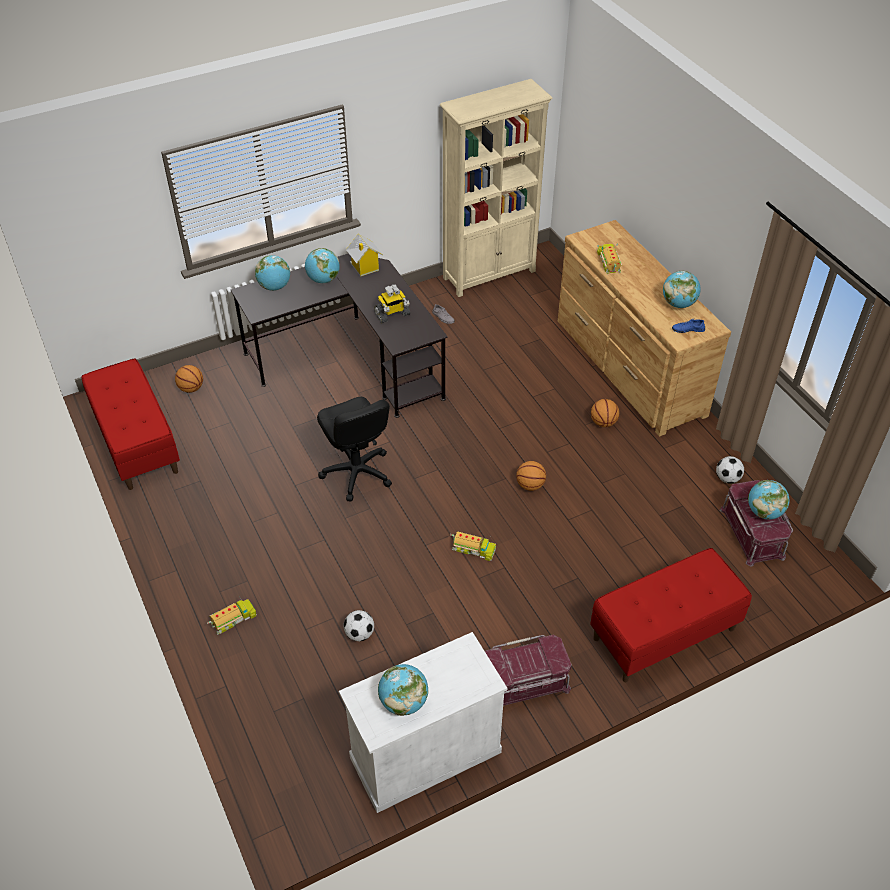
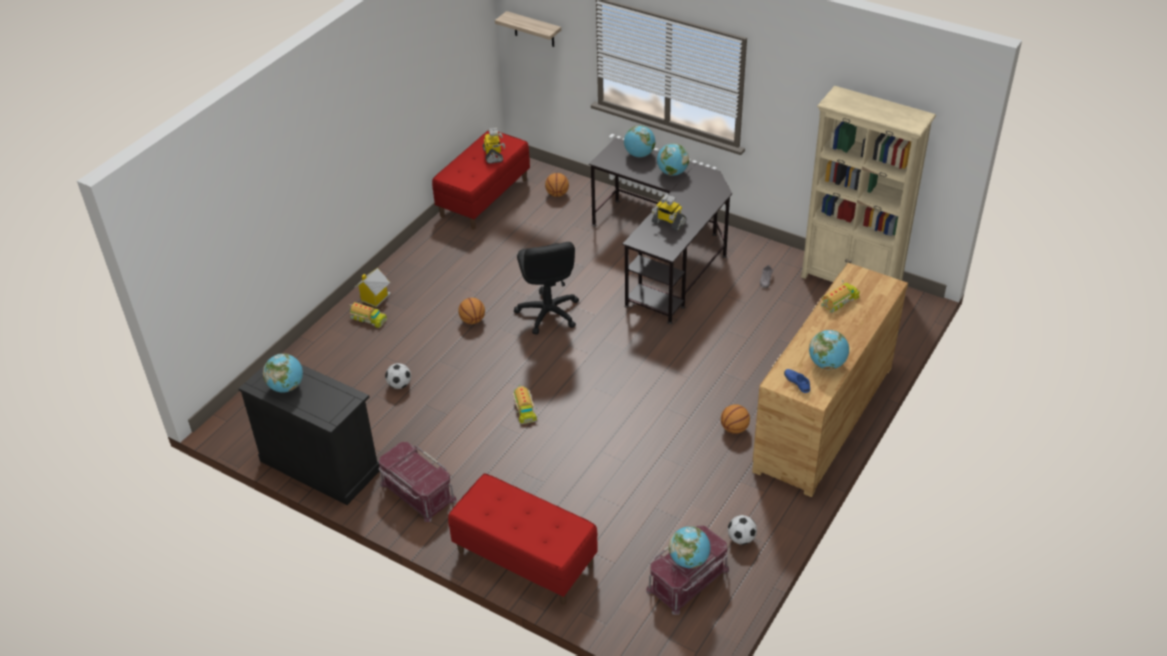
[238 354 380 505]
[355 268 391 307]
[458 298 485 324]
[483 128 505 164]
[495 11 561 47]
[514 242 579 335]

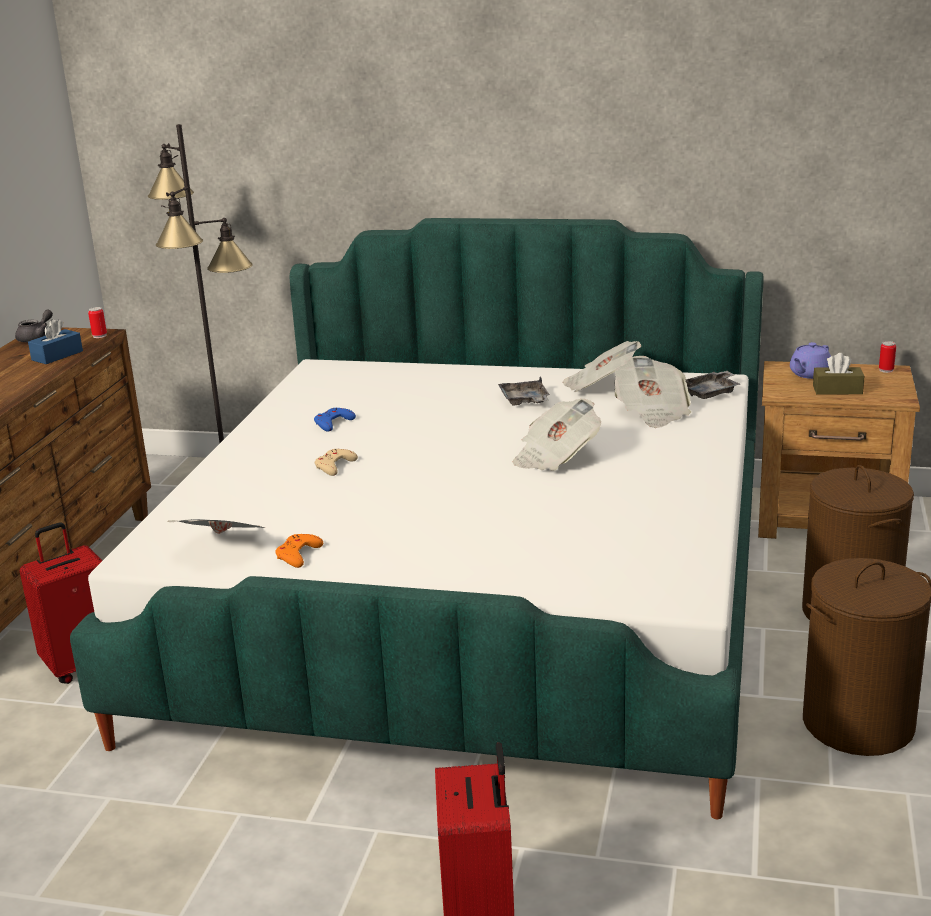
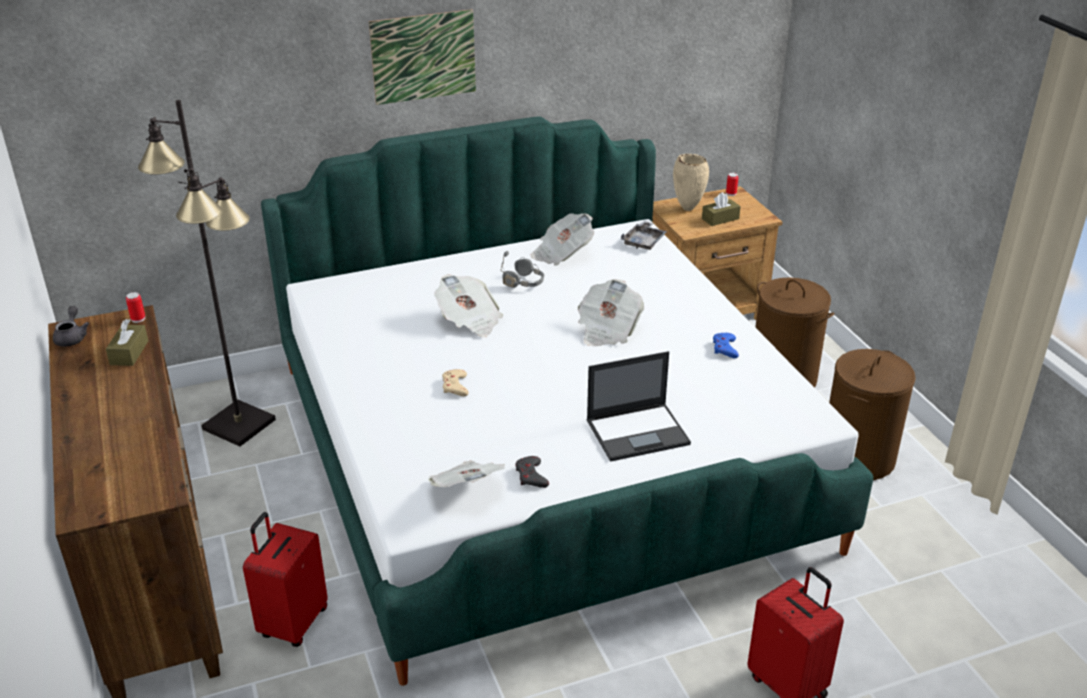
[106 319 148 366]
[369 9 476 105]
[434 274 503 337]
[501 251 544 288]
[515 456 549 488]
[586 351 691 462]
[673 154 709 211]
[713 333 739 358]

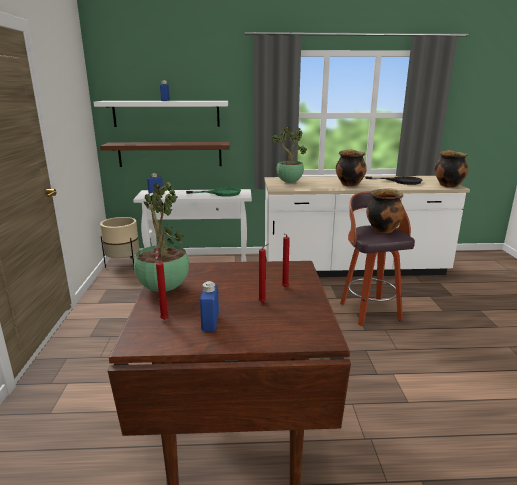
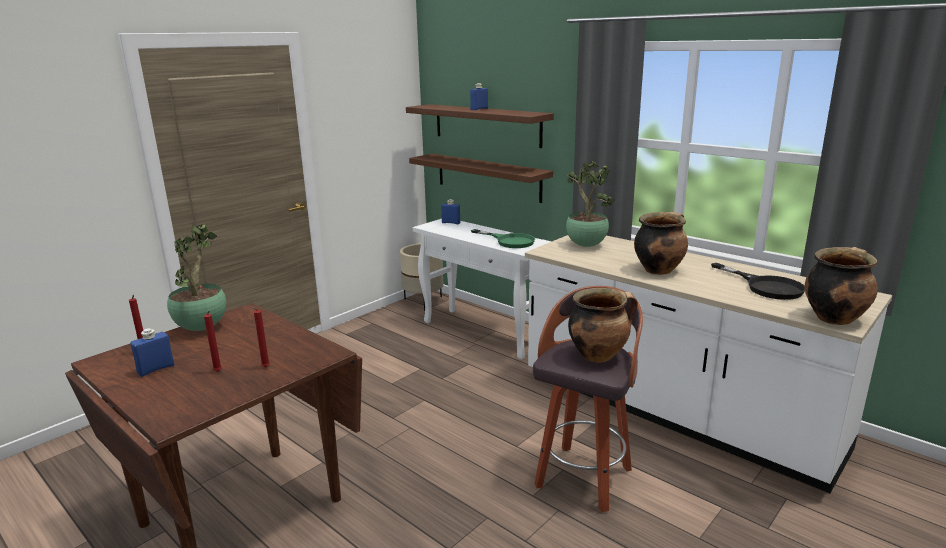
[406 104 554 148]

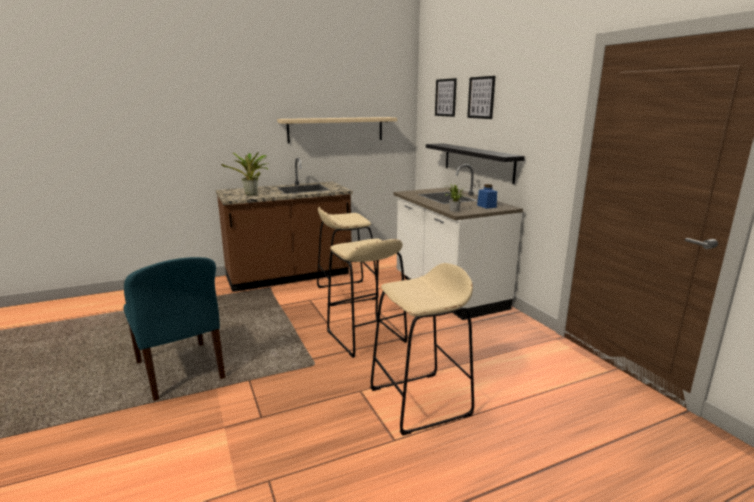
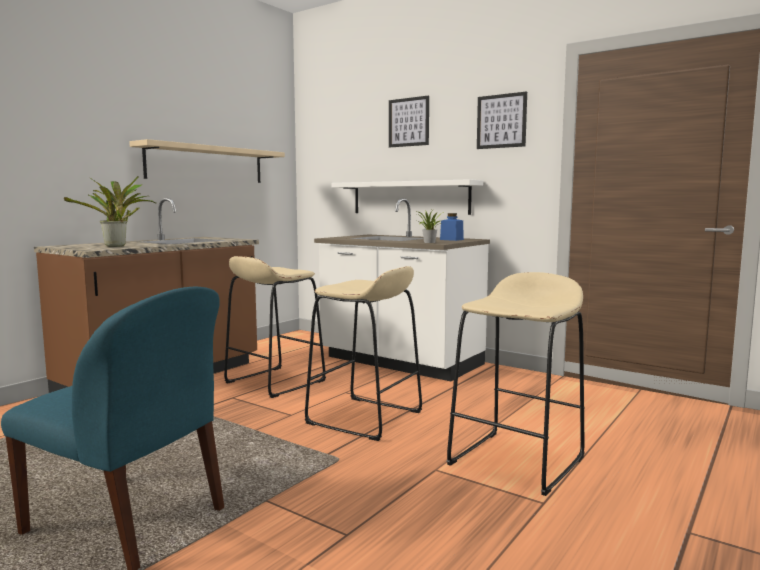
[331 179 483 215]
[477 91 527 149]

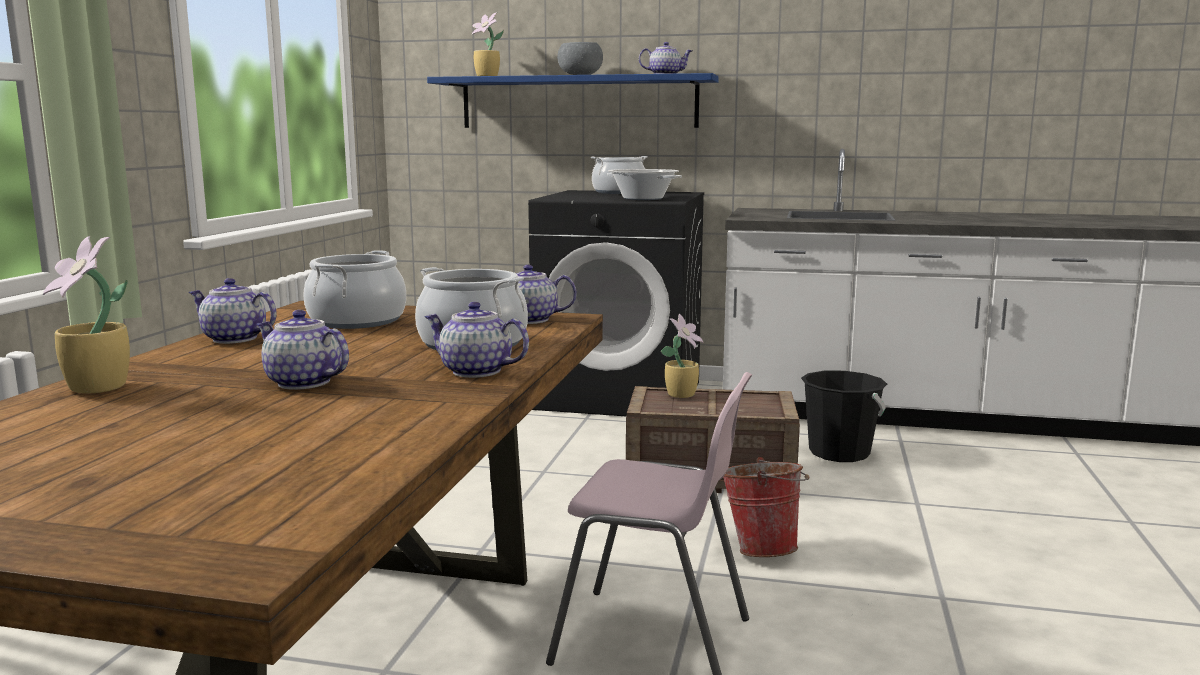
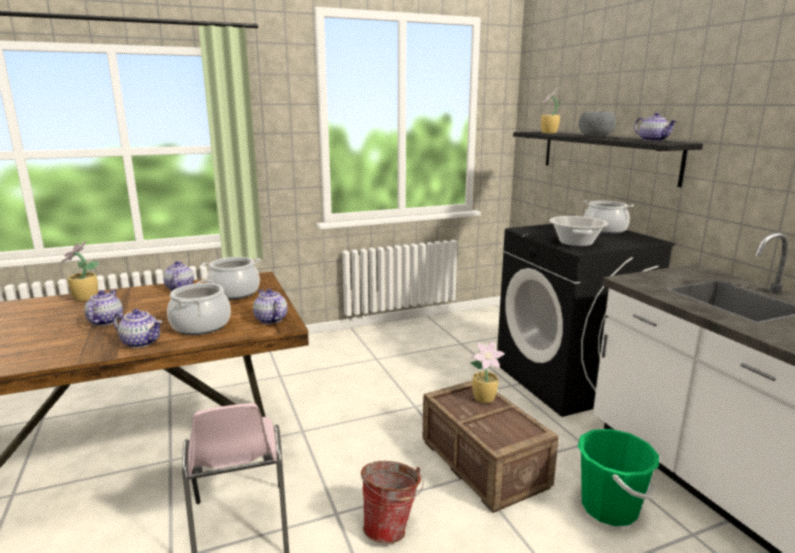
[113 309 162 348]
[513 131 703 187]
[578 429 659 526]

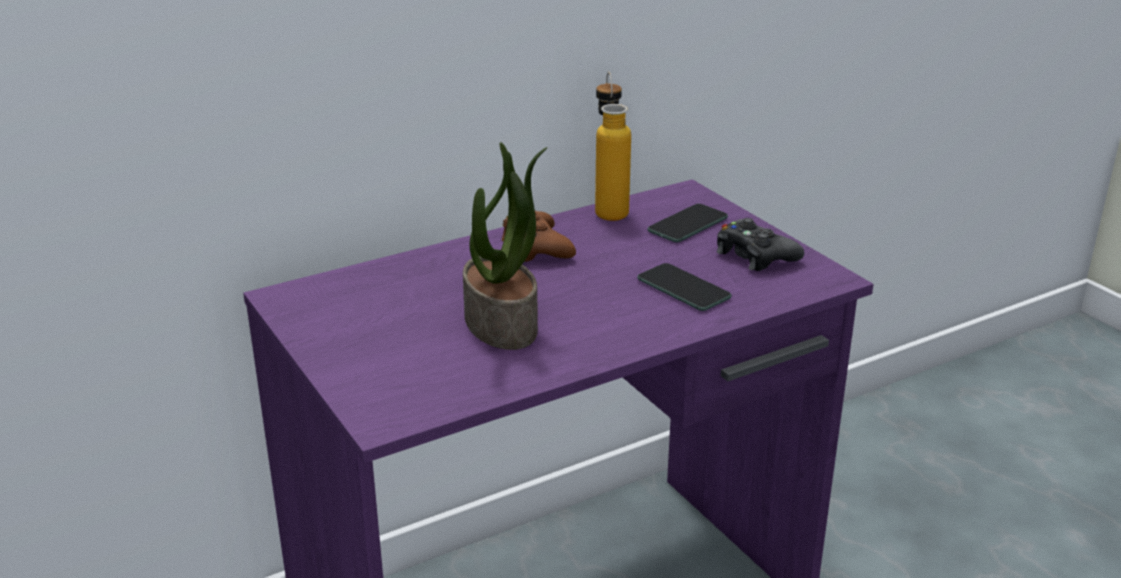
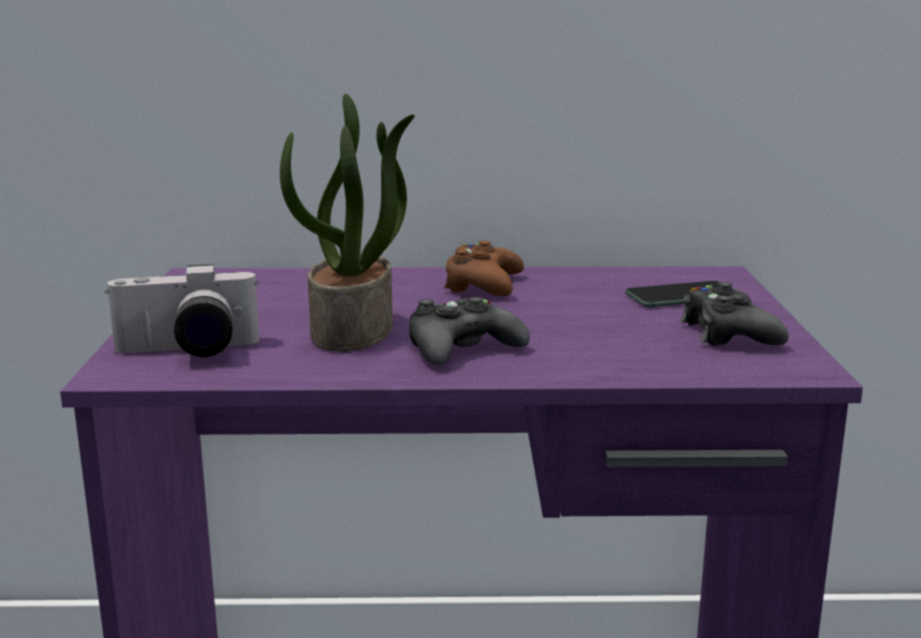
[105 264 260 357]
[409 297 530 365]
[595 72 631 221] (first image)
[637 263 732 311] (first image)

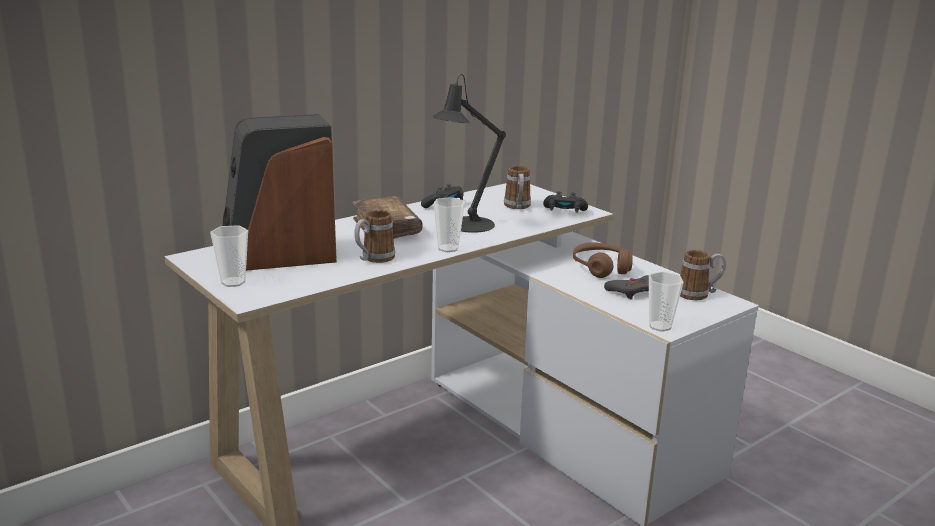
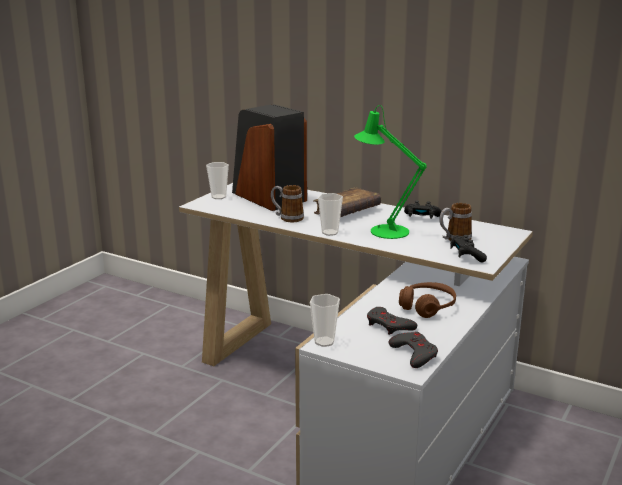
[354 105 427 239]
[388 332 438 368]

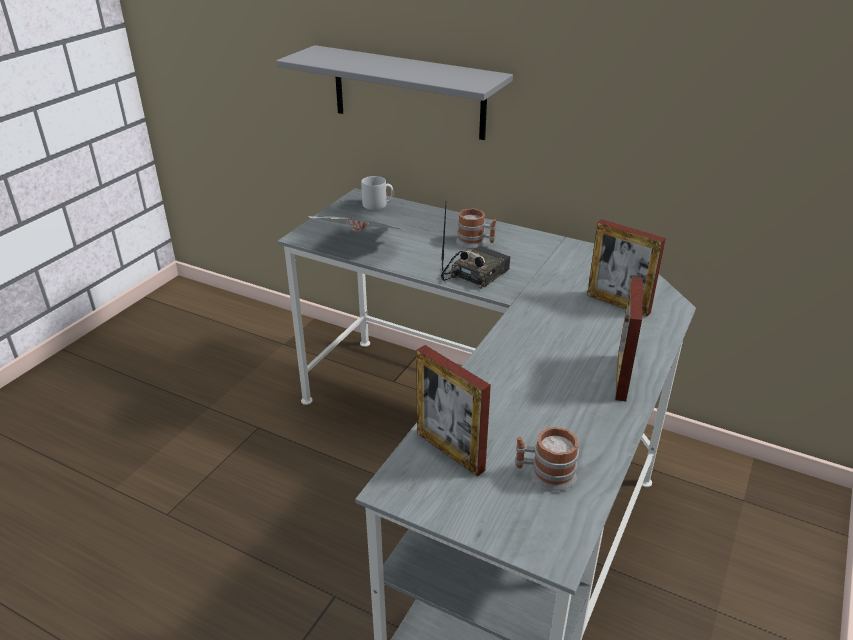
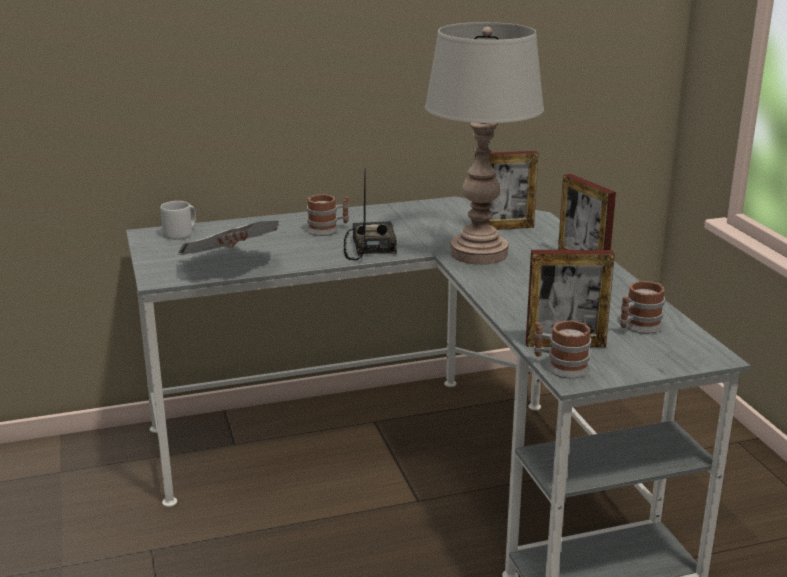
[425 22 544 265]
[534 321 591 379]
[276 45 513 140] (first image)

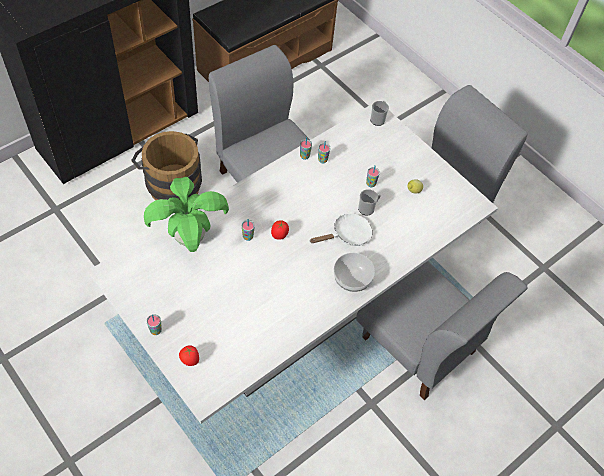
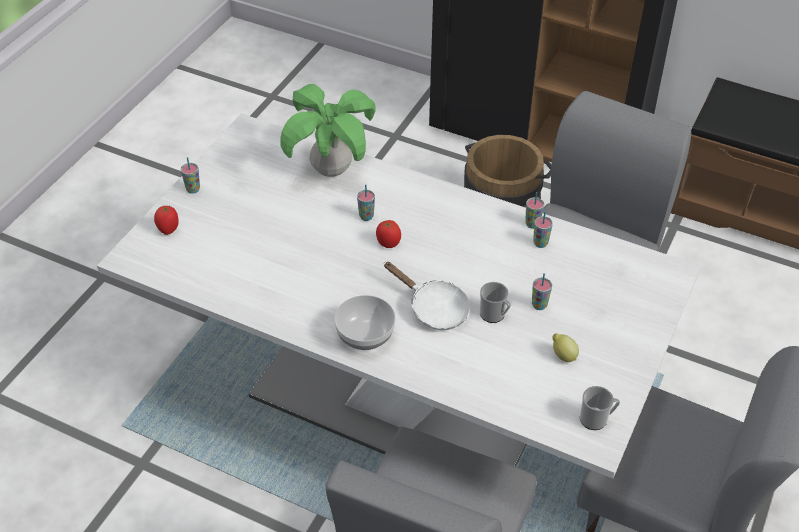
[580 386 620 430]

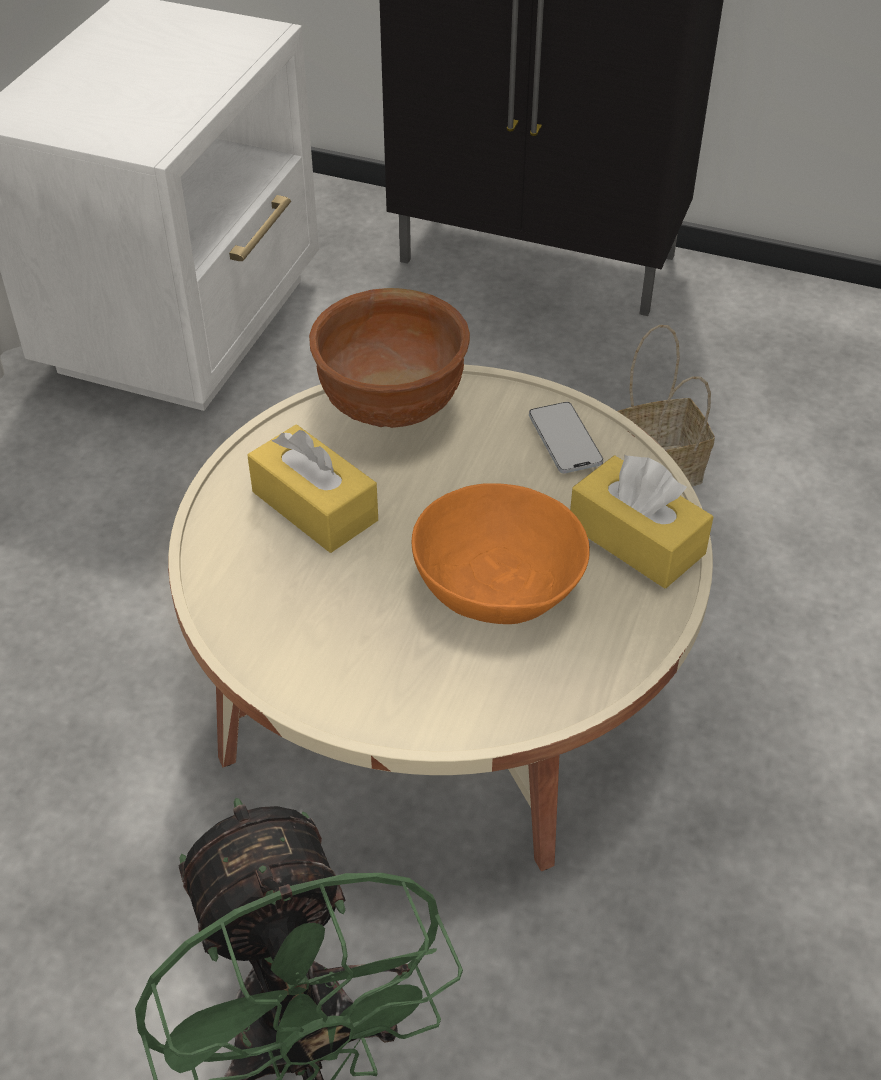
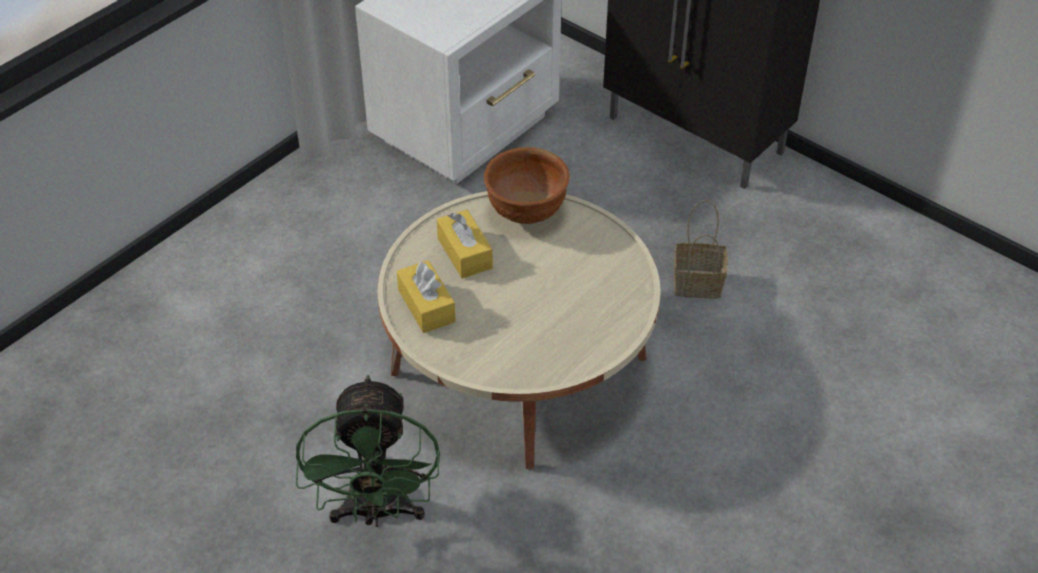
[397 260 456 333]
[412 483 590 624] (first image)
[529 402 603 473] (first image)

